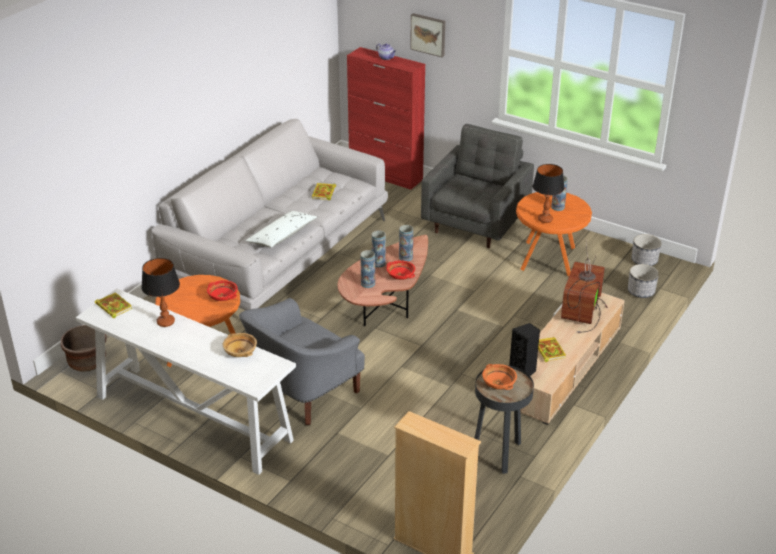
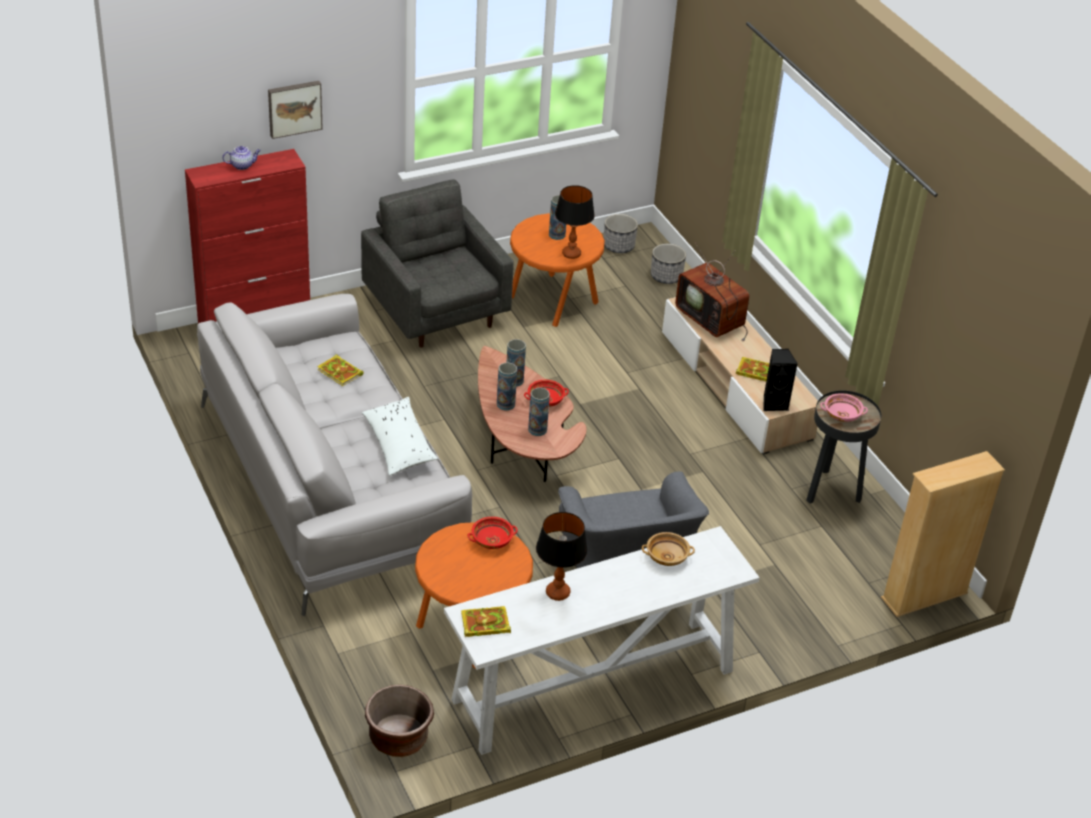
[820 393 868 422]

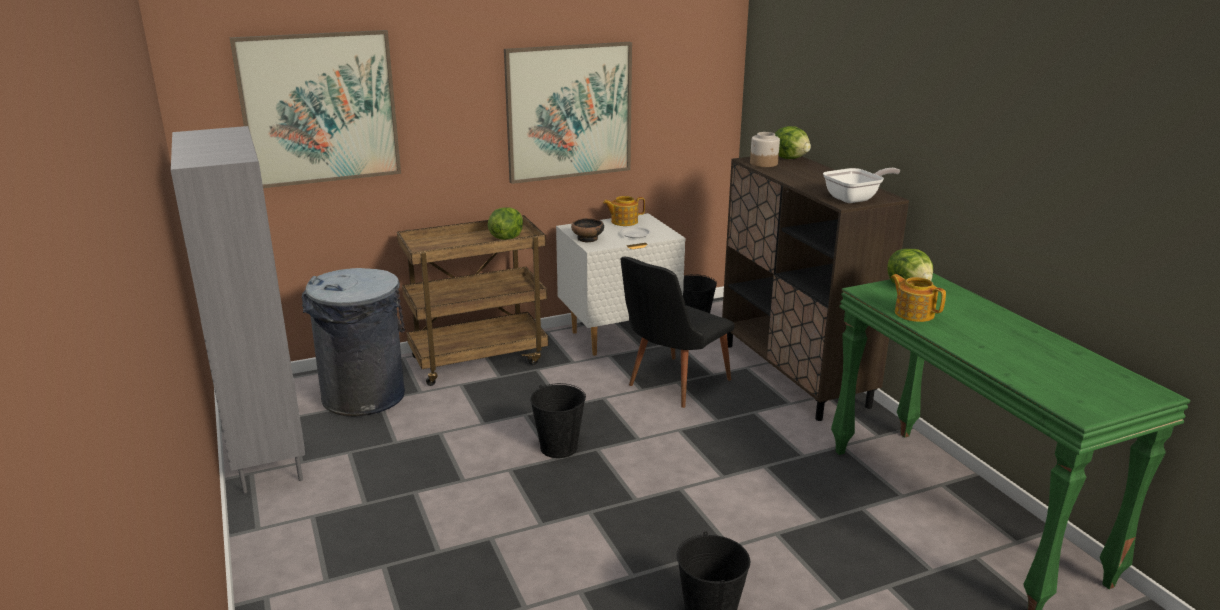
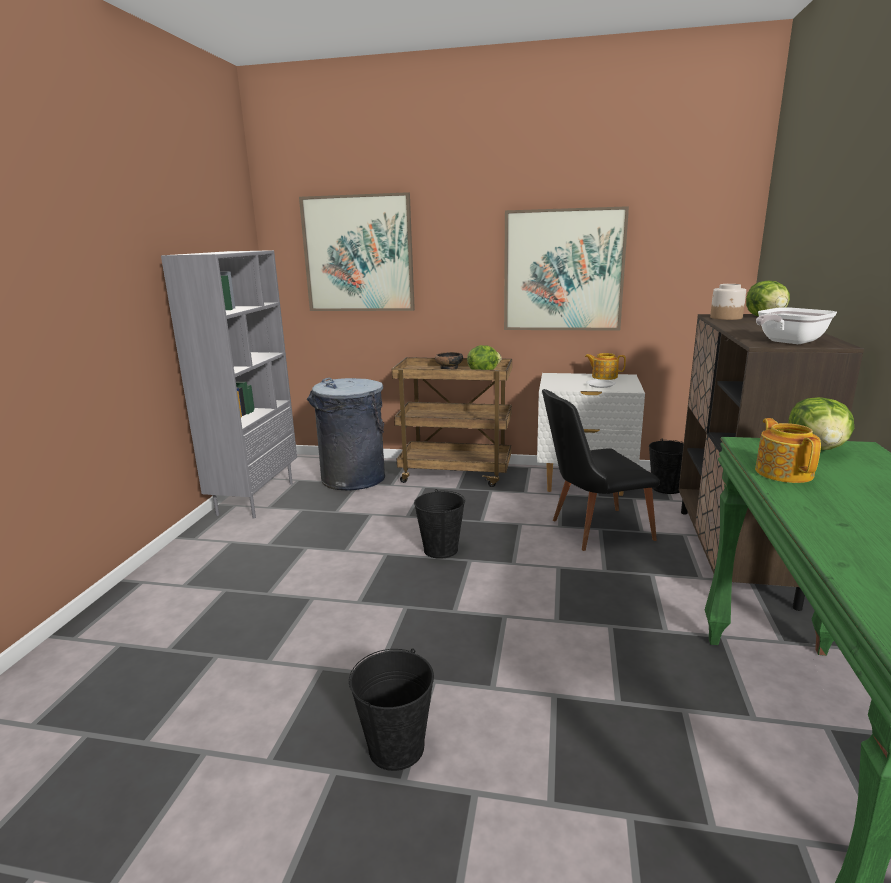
[435 352 463 369]
[756 307 837 344]

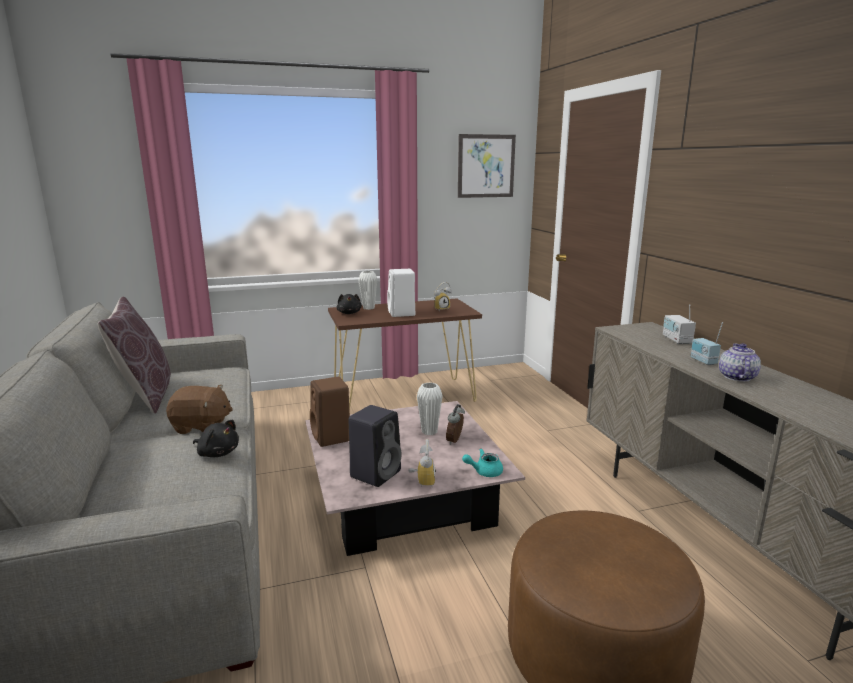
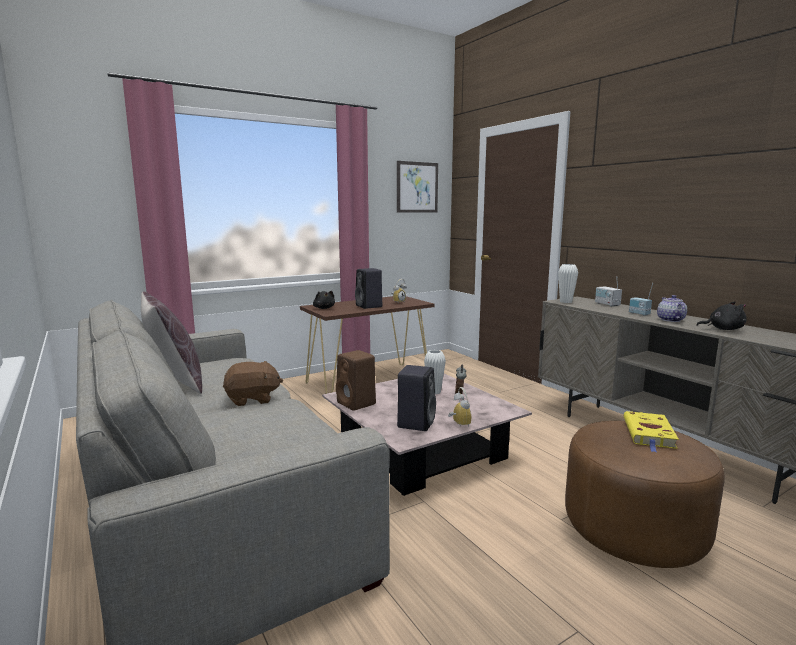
[355 268 382 309]
[558 264 578 303]
[624 411 679 452]
[696 301 747 330]
[462 449 503 477] (first image)

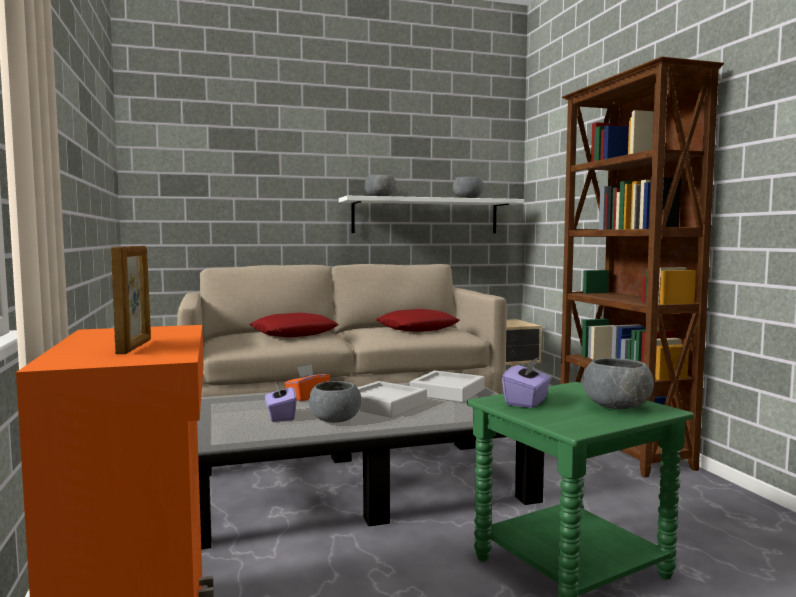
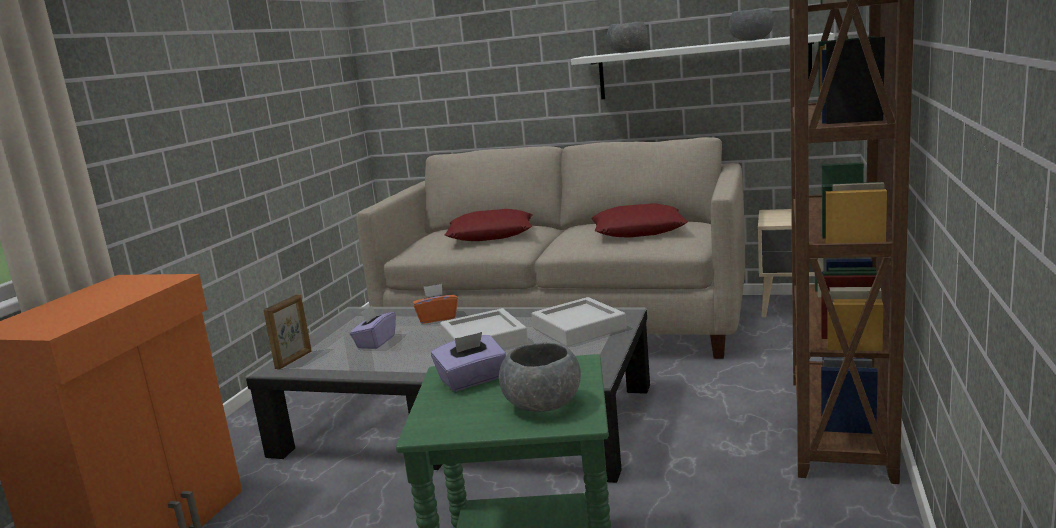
[264 294 312 369]
[309 381 361 423] (first image)

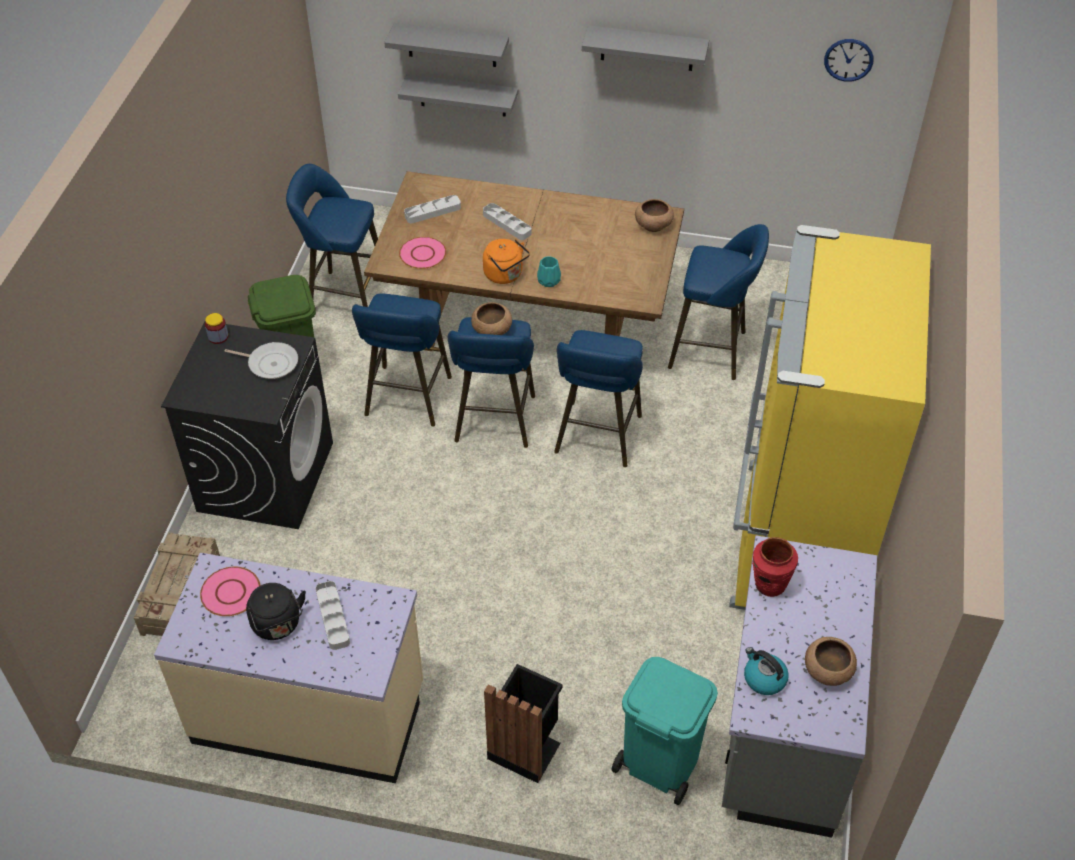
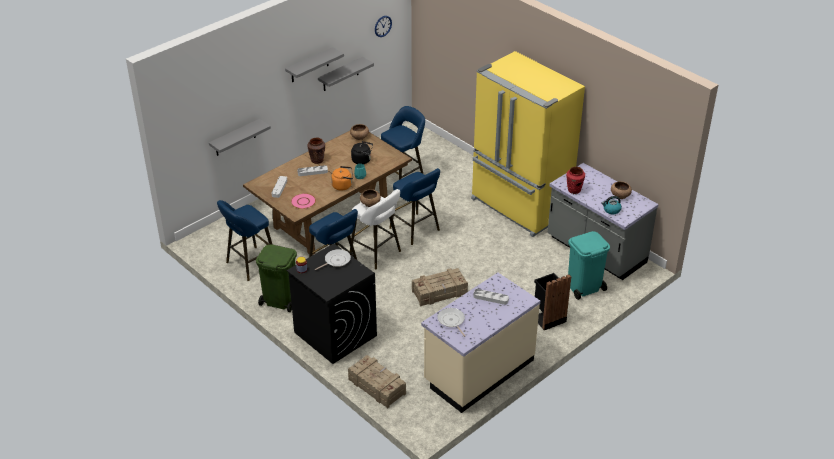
[307 138 325 164]
[318 57 374 91]
[350 189 401 270]
[351 141 373 164]
[412 268 468 307]
[437 308 465 337]

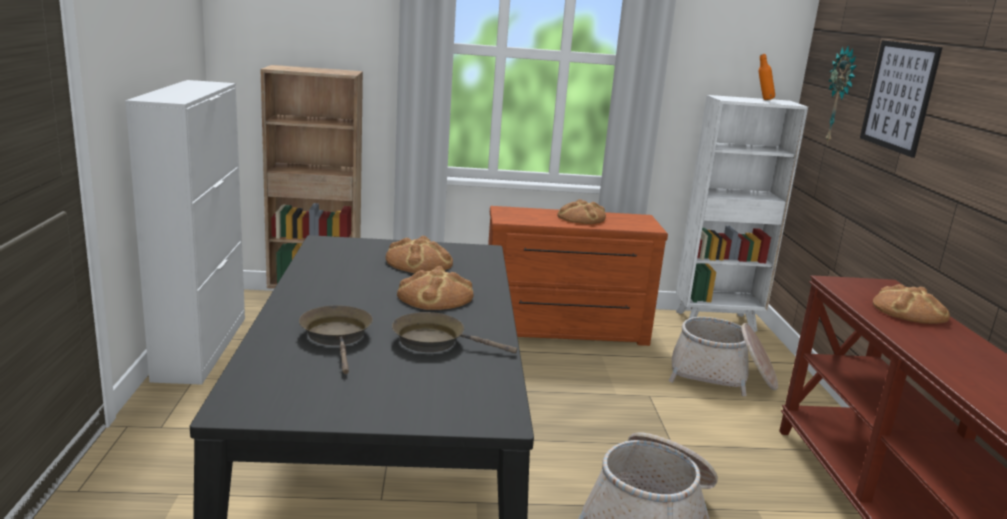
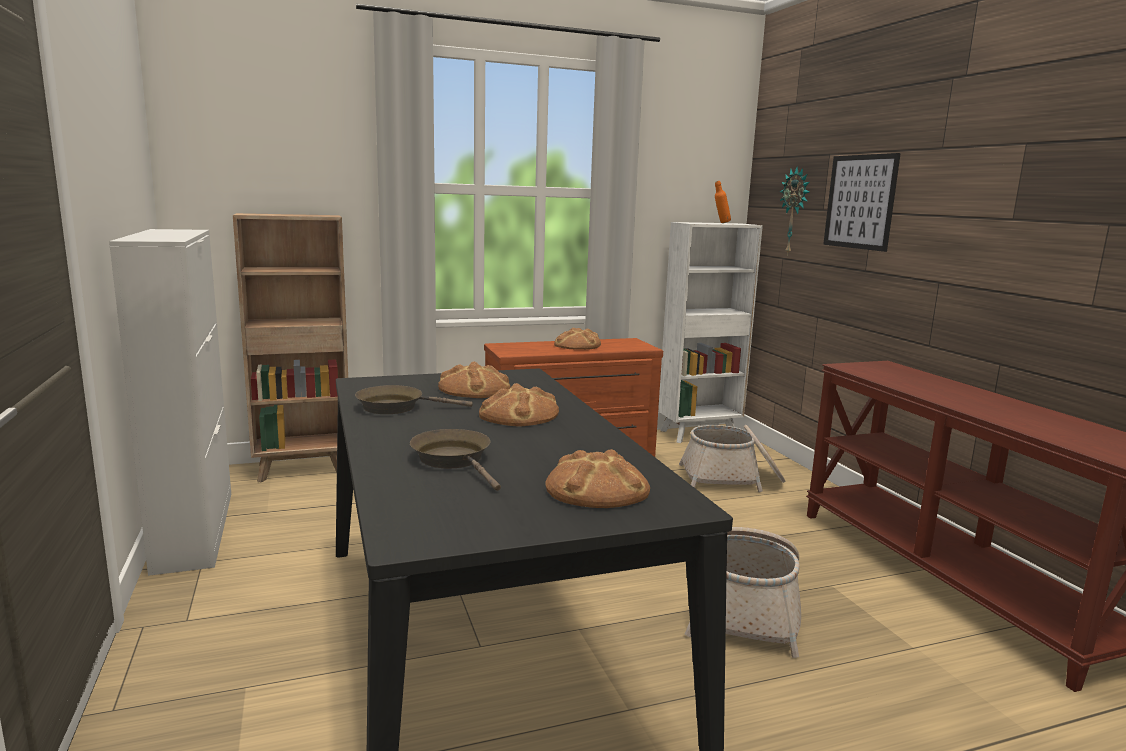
[355 385 473 414]
[545 449 650 508]

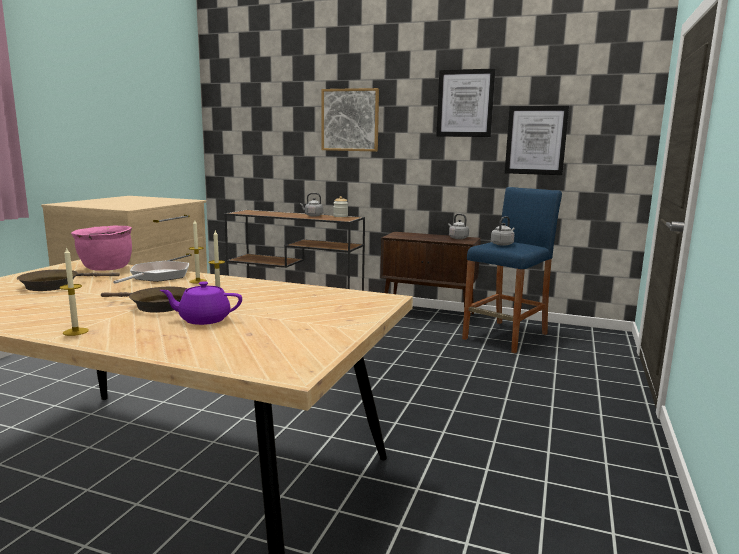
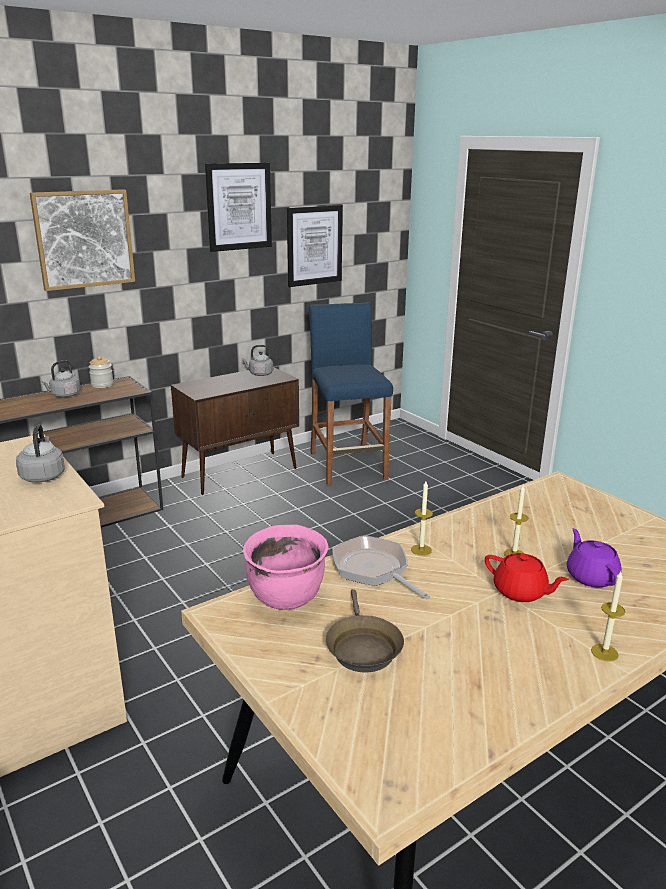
[16 424 65 483]
[485 553 569 602]
[567 528 622 588]

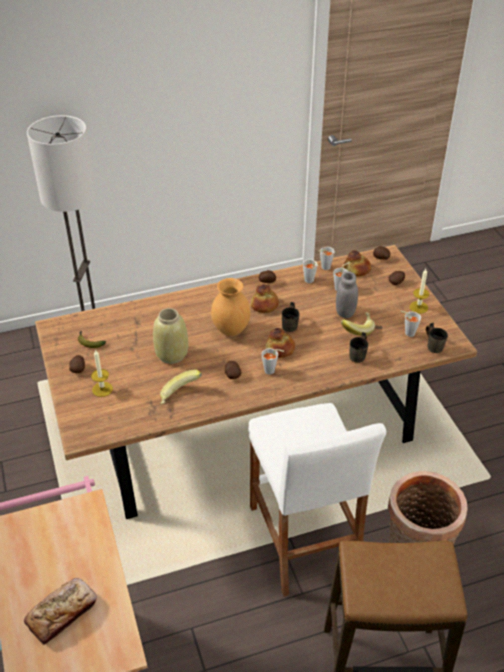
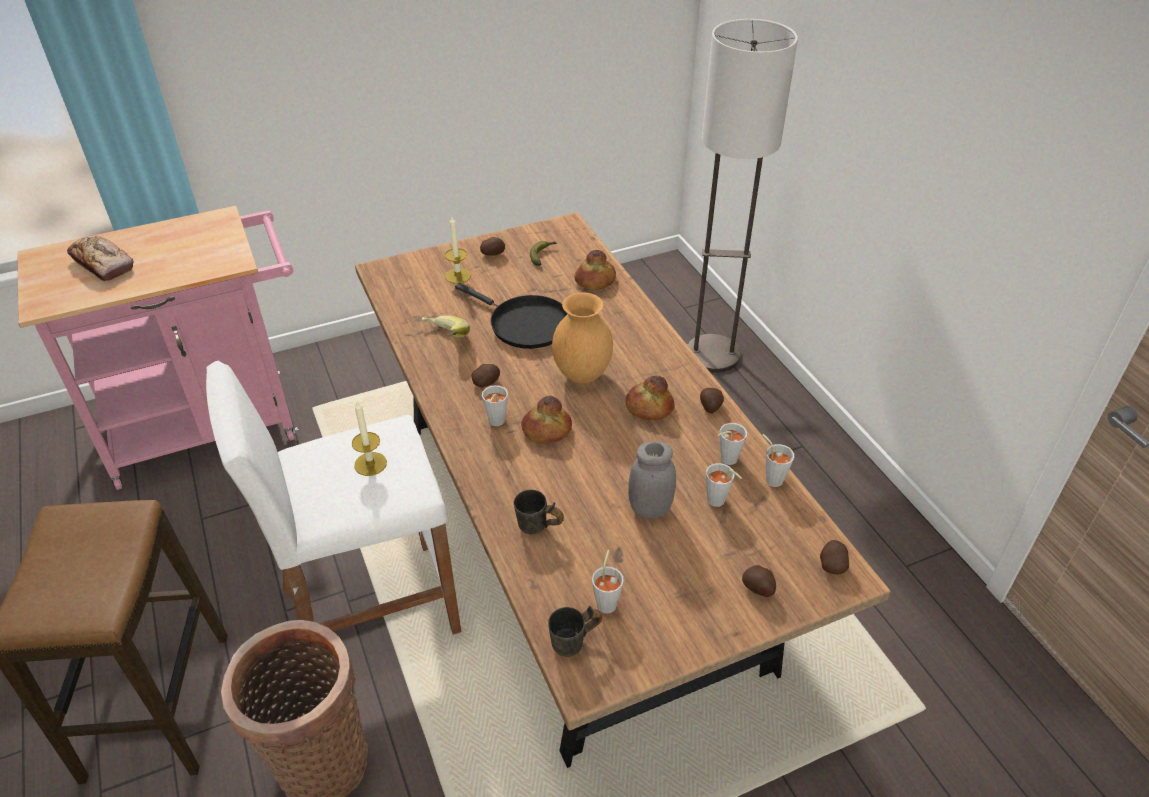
[352 401 387 476]
[455 283 567 349]
[574 250 616 290]
[282 302 300 332] (first image)
[341 312 375 336] (first image)

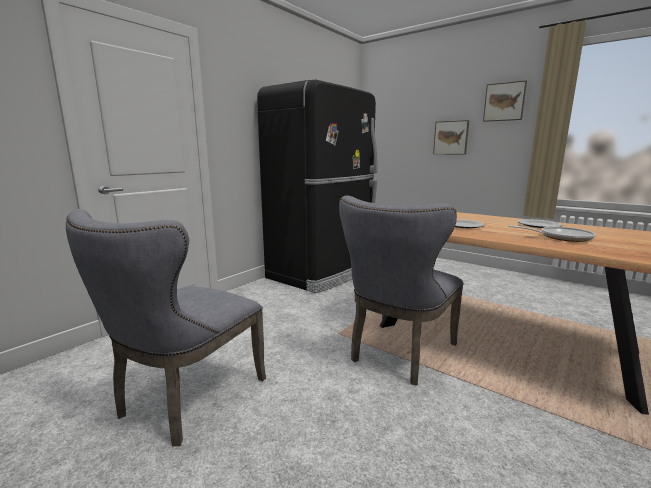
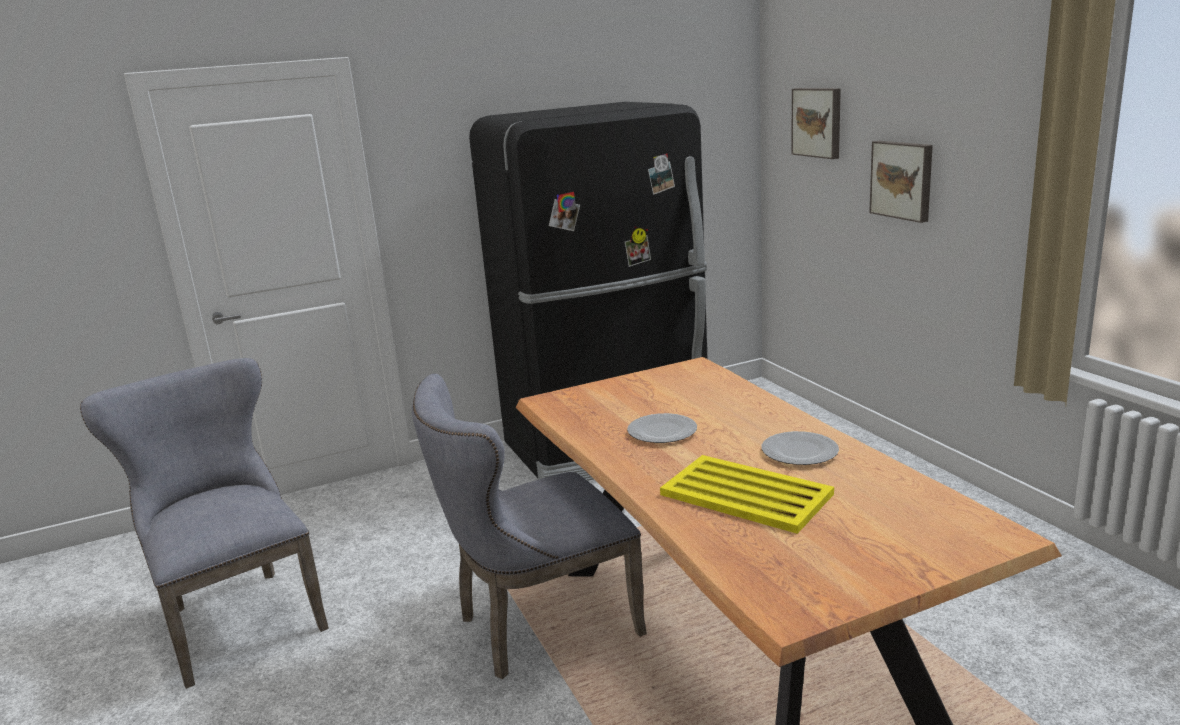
[80 358 329 689]
[660 455 834 534]
[791 88 841 159]

